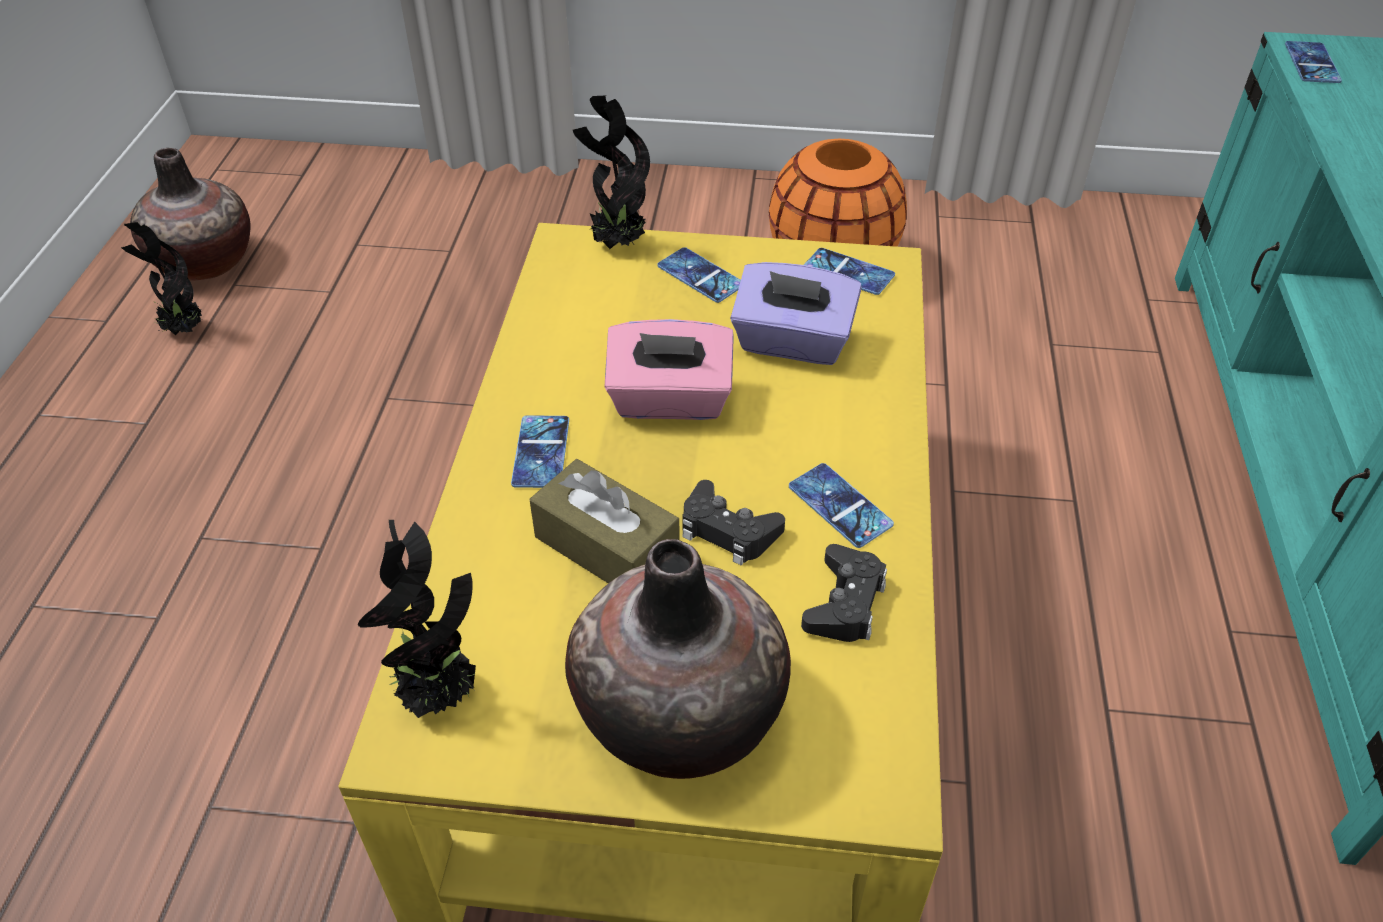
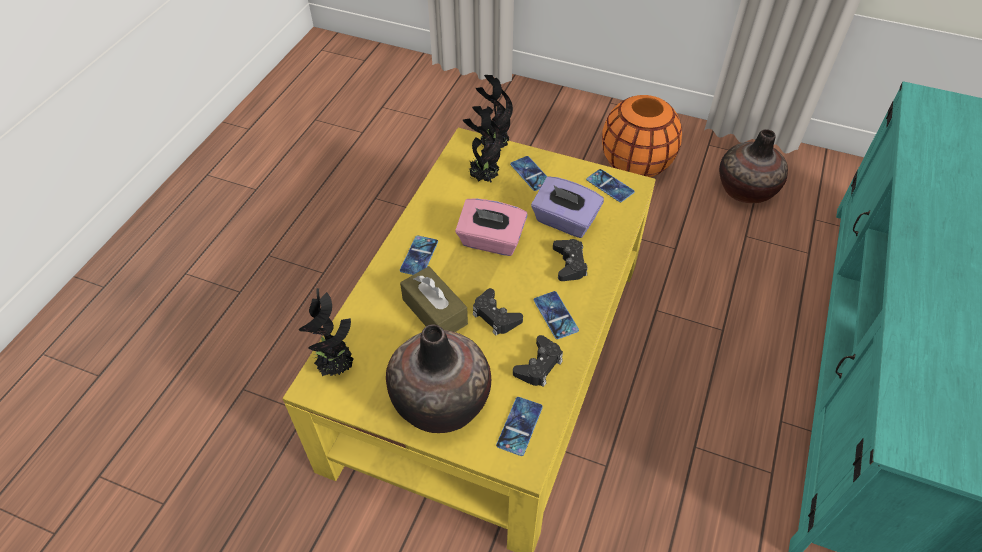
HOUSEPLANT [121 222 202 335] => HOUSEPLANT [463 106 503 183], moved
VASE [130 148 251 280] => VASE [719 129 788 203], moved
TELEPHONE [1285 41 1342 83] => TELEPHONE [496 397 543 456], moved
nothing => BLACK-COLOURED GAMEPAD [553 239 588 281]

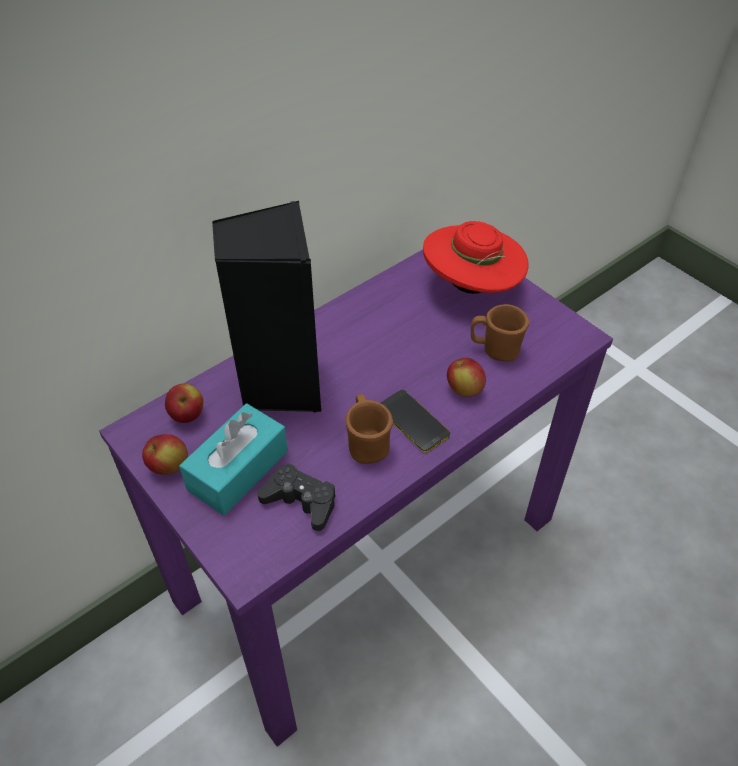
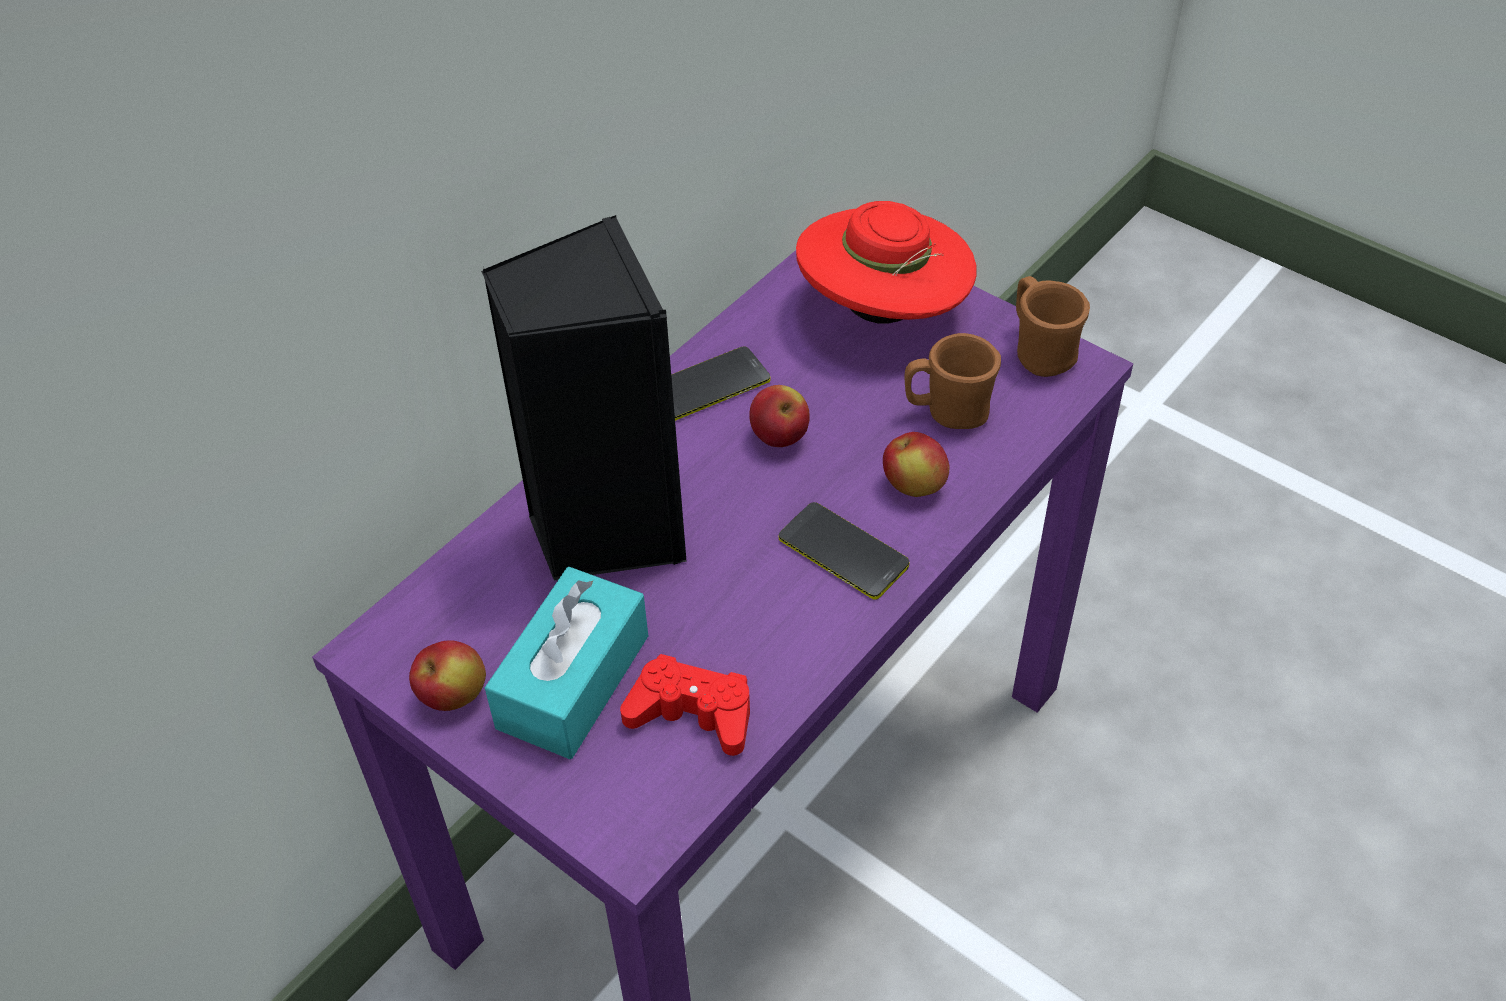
WHOLE APPLE [165 383 203 423] => WHOLE APPLE [749 385 810 447], moved
BLACK-COLOURED GAMEPAD [257 463 335 531] => REDDISH GAMEPAD [620 654 750 756]
BROWN-COLOURED TEA MUG [346 394 393 464] => BROWN-COLOURED TEA MUG [1016 276 1090 377], moved
nothing => TELEPHONE [671 346 770 421]

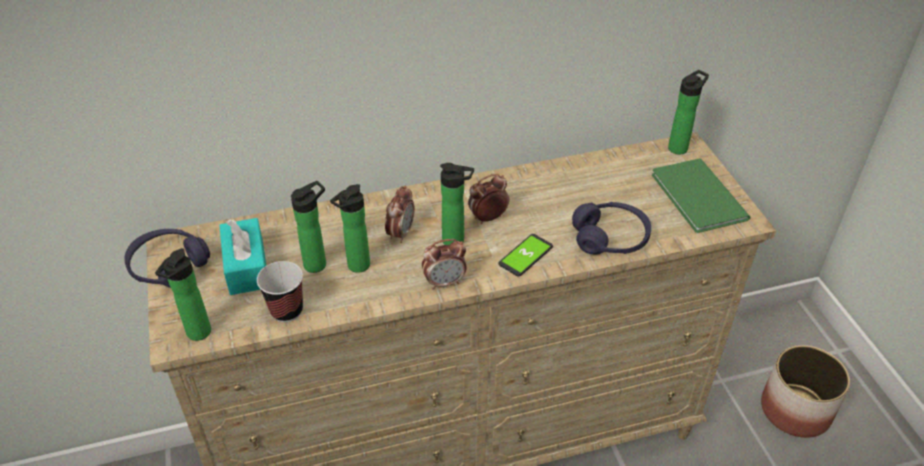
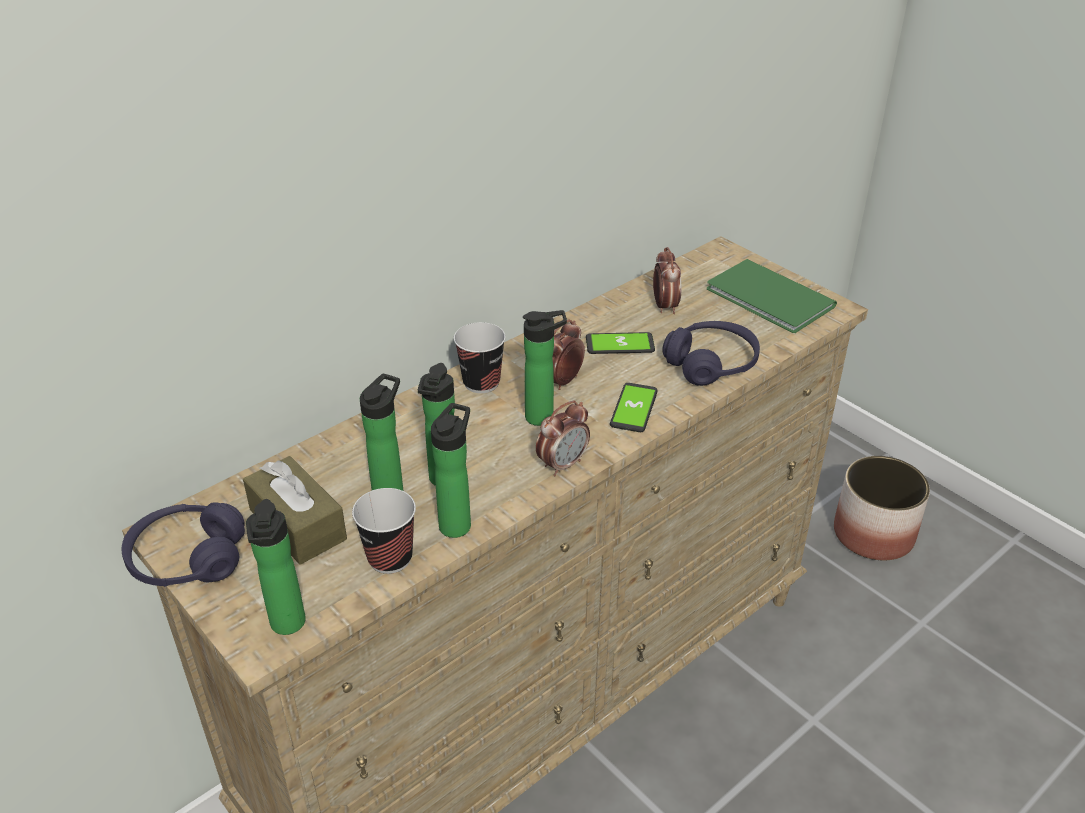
TURQUOISE-COLOURED TISSUE HOLDER [219 218 266 295] => BROWN-COLOURED TISSUE HOLDER [243 456 347 565]
TABLE CLOCK [385 185 415 243] => TABLE CLOCK [653 247 681 314], moved
BOTTLE [668 70 709 154] => BOTTLE [431 403 471 538], moved
nothing => SMALL CUP [454 322 506 393]
nothing => TELEPHONE [586 332 655 354]

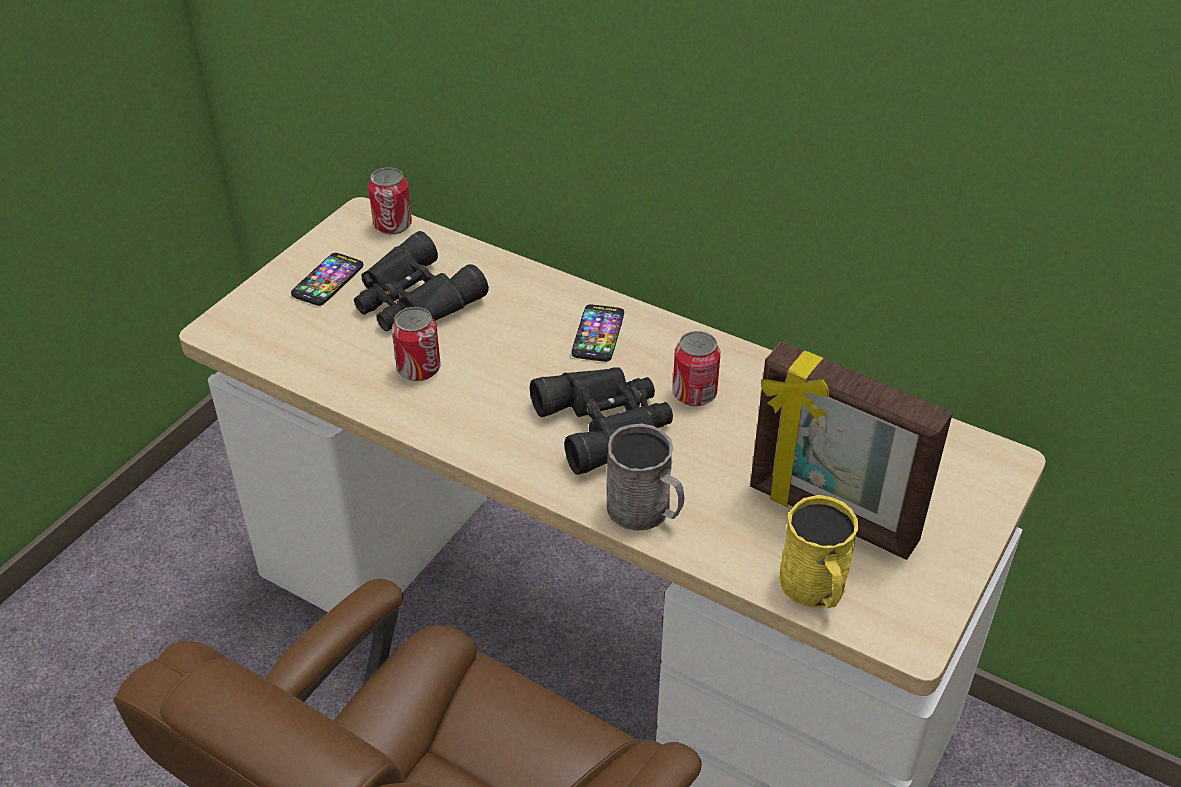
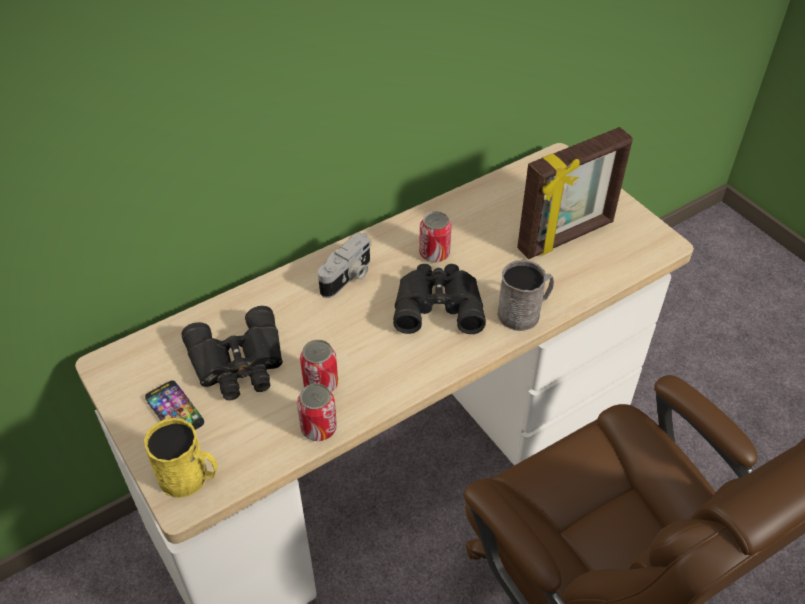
SEALED CAN [368 167 412 235] => SEALED CAN [297 383 337 441], moved
TELEPHONE [571 304 624 362] => STILL CAMERA [318 233 371 298]
YELLOW-COLOURED TEA MUG [779 495 858 608] => YELLOW-COLOURED TEA MUG [144 418 218 498], moved

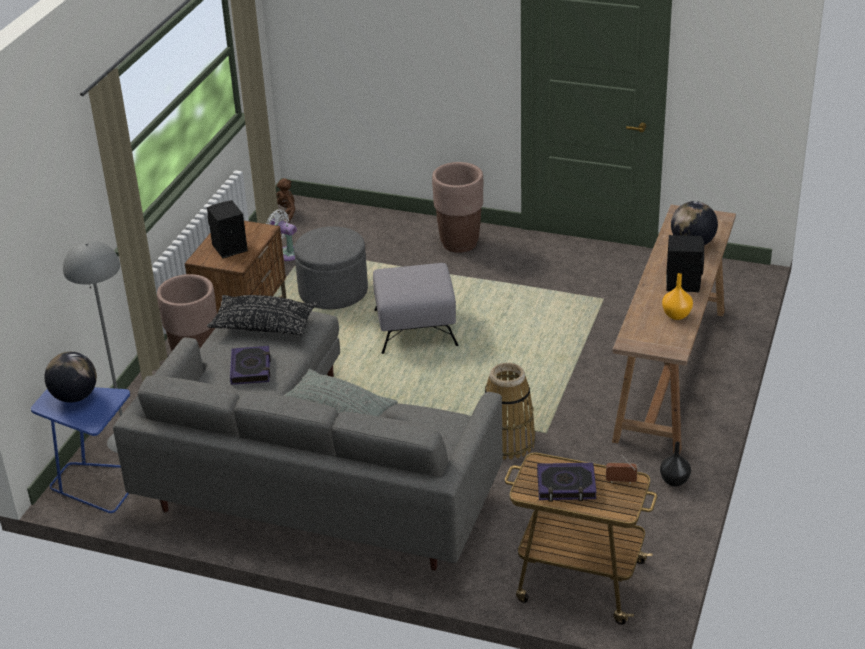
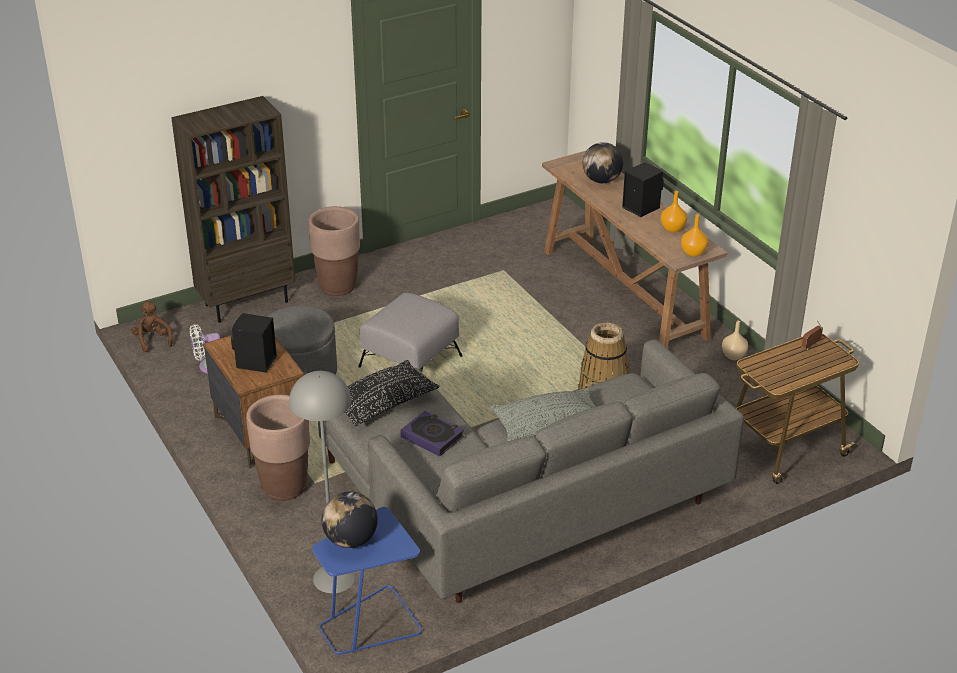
BOOK [537 463 597 502] => nothing
BLACK-COLOURED VASE [660 442 691 487] => BEIGE-COLOURED VASE [722 320 748 360]
nothing => BROWN-COLOURED BOOKSHELF [171 96 295 323]
nothing => ORANGEY VASE [681 214 708 257]

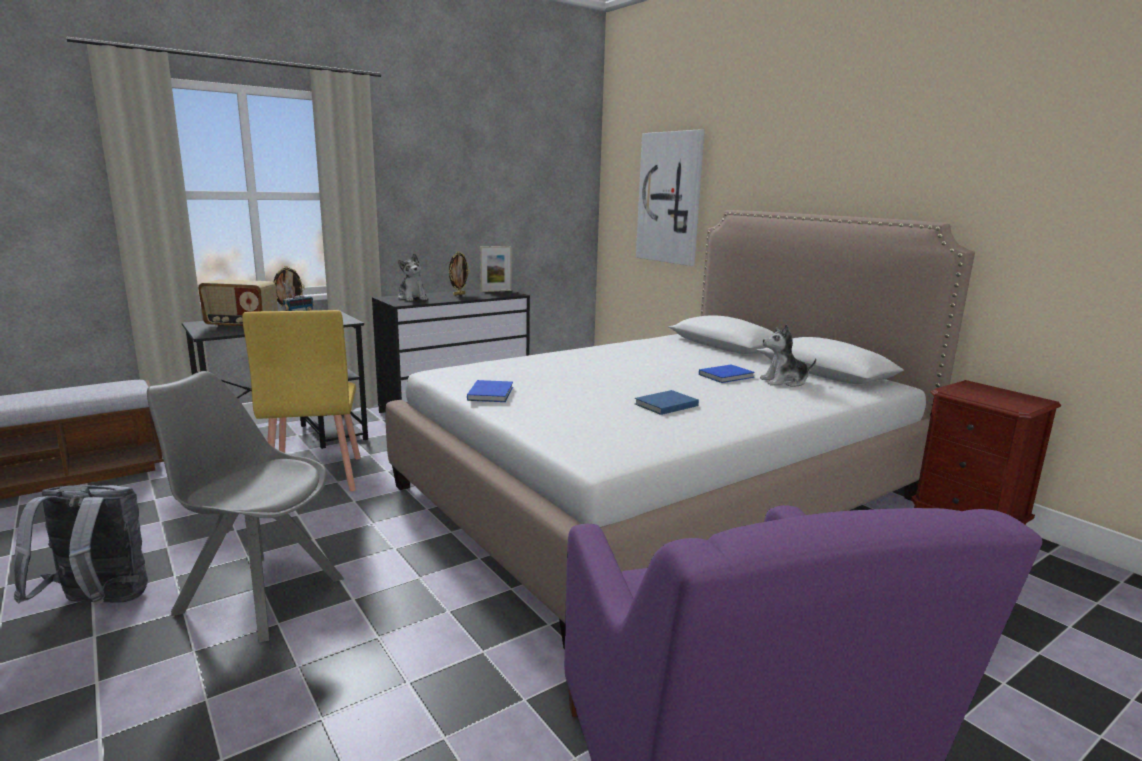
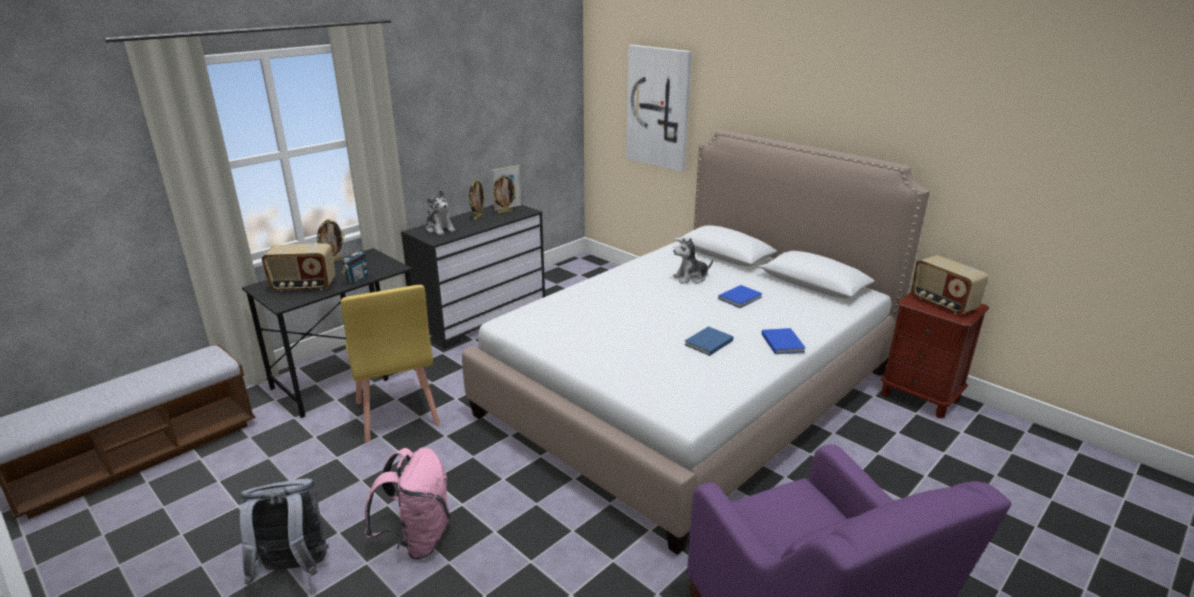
GREYISH UPRIGHT CHAIR [147 371 344 642] => PINK-COLOURED KNAPSACK [365 447 451 560]
BLUISH BOOK [467 380 513 402] => BLUISH BOOK [761 328 806 354], moved
PLUSH TOY [760 325 816 387] => PLUSH TOY [673 238 713 284], moved
nothing => PHOTO FRAME [492 174 517 214]
nothing => RADIO SET [911 255 989 314]

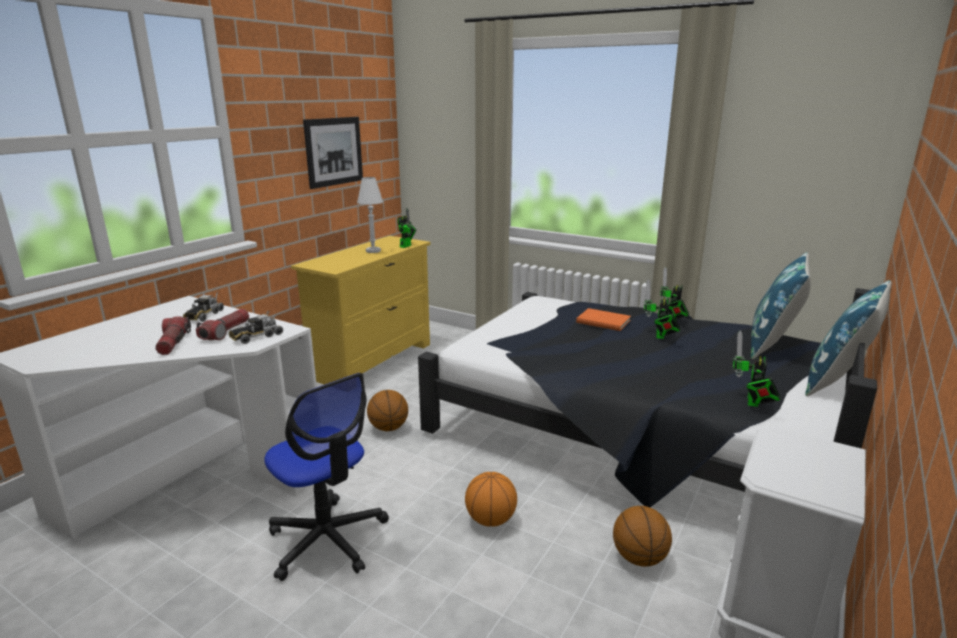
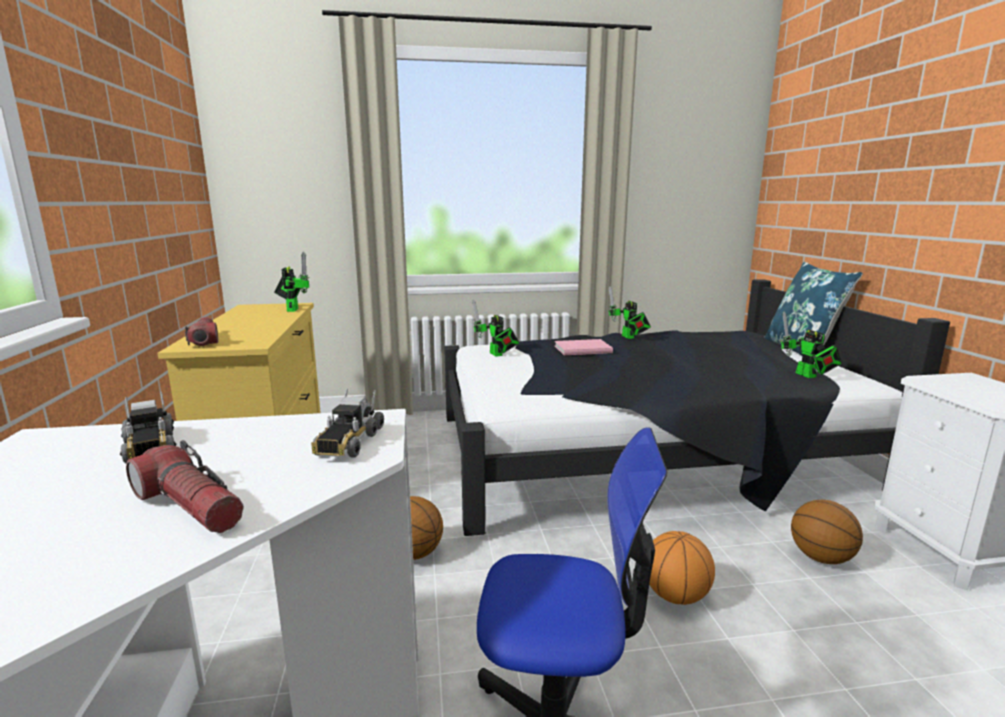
TORCH [196 309 249 340] => TORCH [185 317 218 346], moved
WALL ART [303 117 363 189] => nothing
WHITE TABLE LAMP [357 177 383 253] => nothing
ORANGEY BOOK [576 308 631 331] => PINK-COLOURED BOOK [555 339 613 355]
TOY ROBOT [644 279 680 339] => TOY ROBOT [472 299 519 357], moved
BLUISH CUSHION [751 252 811 359] => nothing

